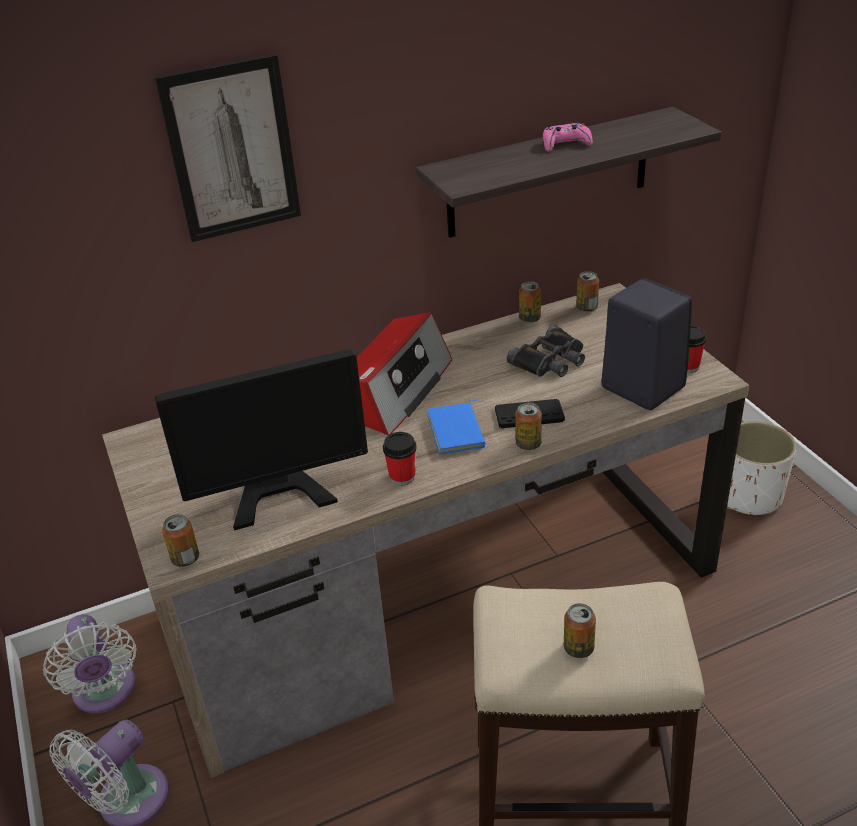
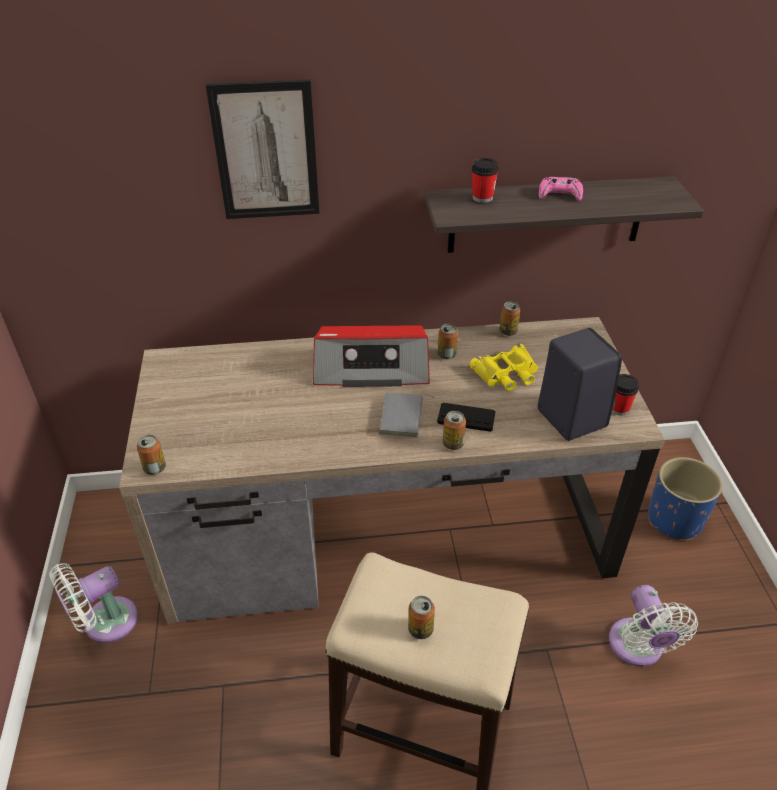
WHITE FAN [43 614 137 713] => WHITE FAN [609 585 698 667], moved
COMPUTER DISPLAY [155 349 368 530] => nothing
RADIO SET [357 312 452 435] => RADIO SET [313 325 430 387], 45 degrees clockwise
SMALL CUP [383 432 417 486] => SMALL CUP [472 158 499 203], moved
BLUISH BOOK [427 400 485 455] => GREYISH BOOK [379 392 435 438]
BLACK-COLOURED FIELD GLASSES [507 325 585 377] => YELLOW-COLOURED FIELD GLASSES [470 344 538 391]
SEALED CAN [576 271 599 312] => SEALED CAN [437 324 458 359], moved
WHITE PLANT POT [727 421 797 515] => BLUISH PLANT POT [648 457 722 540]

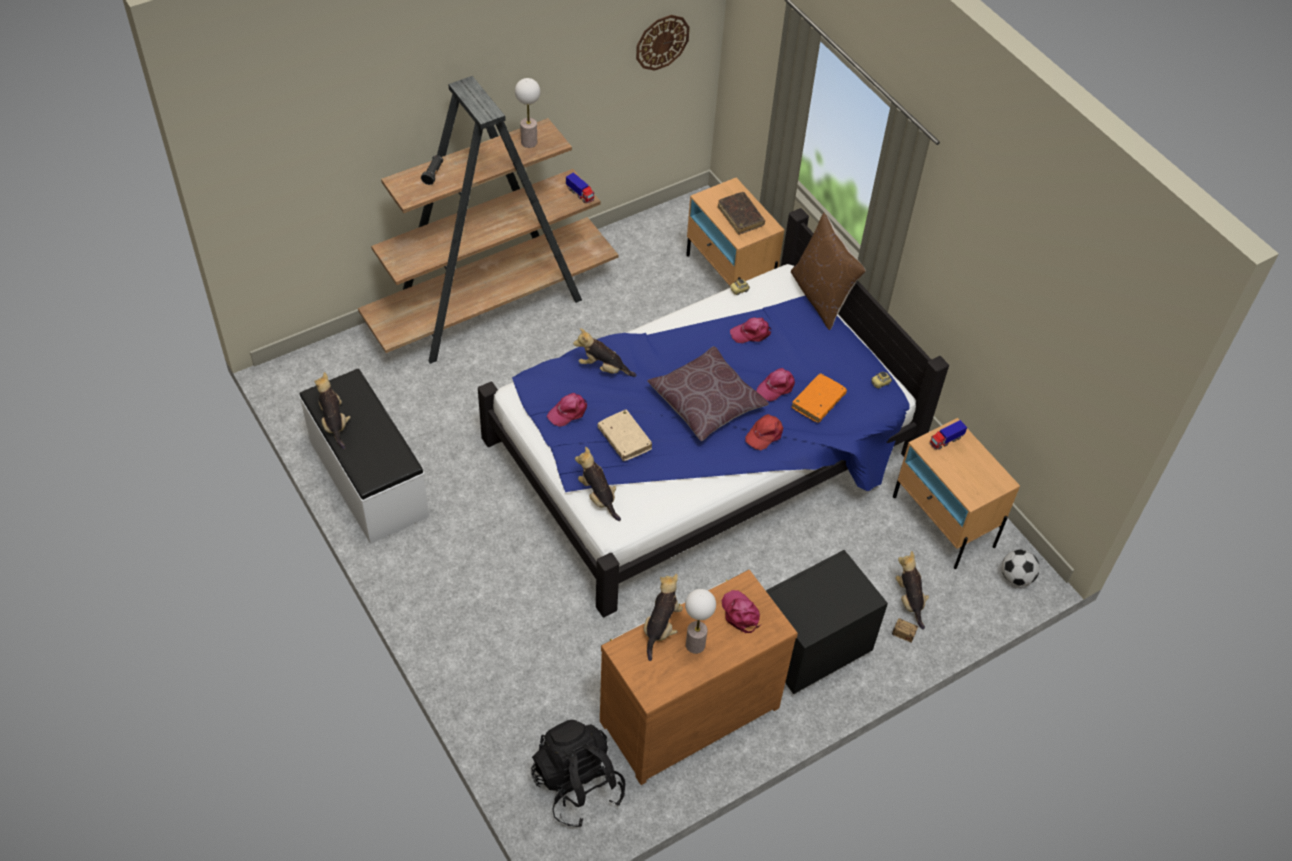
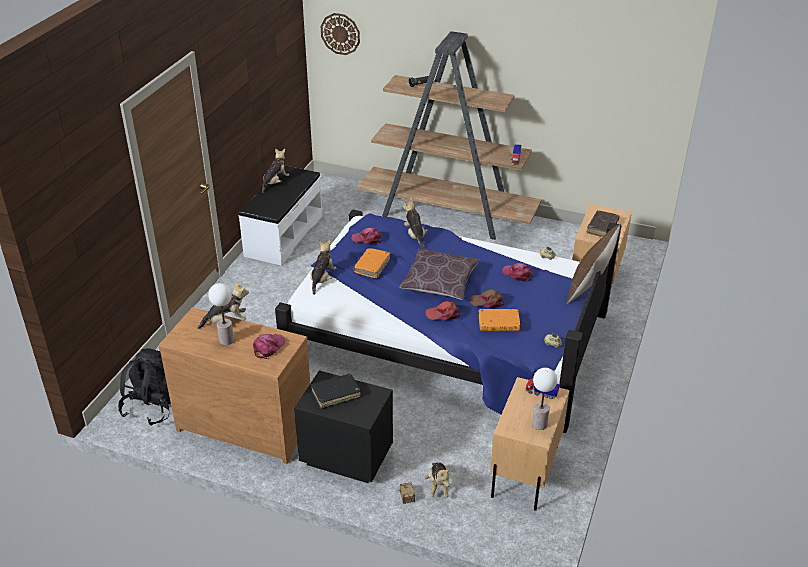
TABLE LAMP [515 78 540 148] => TABLE LAMP [532 368 557 430], moved
BEIGE-COLOURED BOOK [598 410 652 461] => ORANGEY BOOK [353 248 390 278]
WALL CLOCK [636 15 690 71] => WALL CLOCK [321 13 360 55], moved
PINK-COLOURED CAP [756 368 795 401] => BROWN-COLOURED CAP [470 289 504 308]
PLUSH TOY [896 551 929 630] => PLUSH TOY [424 463 450 498], 135 degrees clockwise
FOOTBALL BALL [1002 549 1040 586] => nothing
nothing => BLACK-COLOURED BOOK [311 374 361 409]

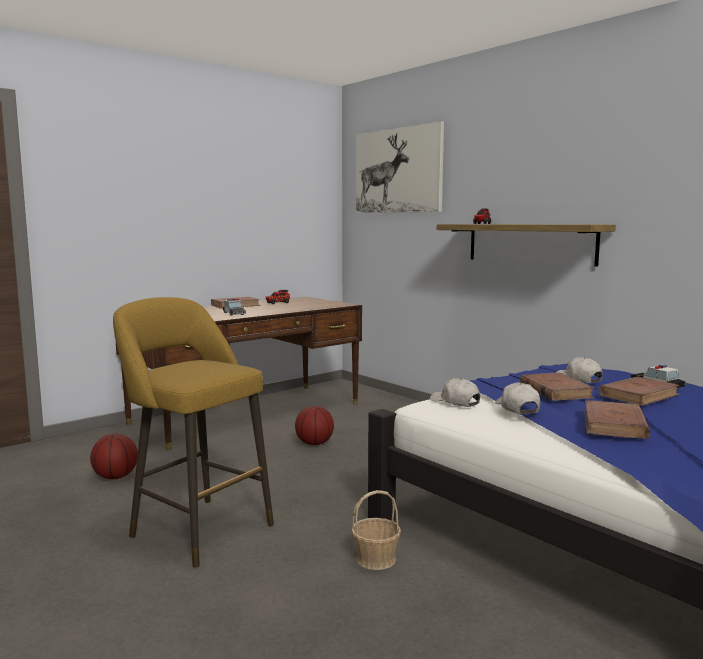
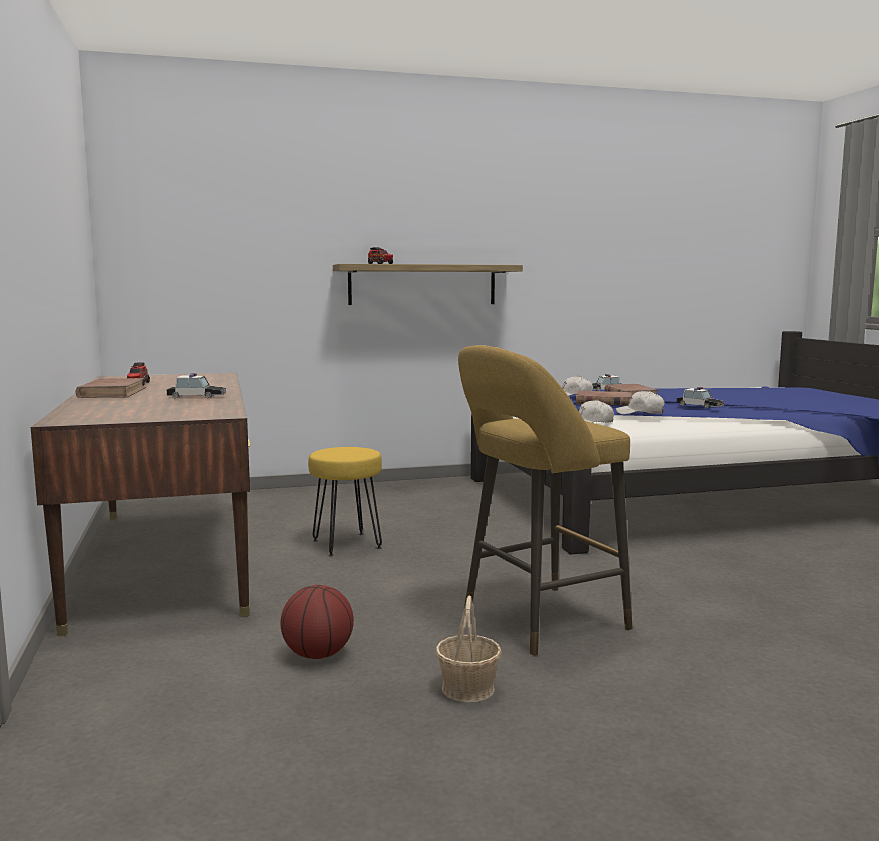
BASKETBALL [295 406 334 445] => YELLOW-COLOURED SITTING STOOL [308 447 382 556]
BASKET [351 490 401 570] => BASKET [435 595 502 703], moved
WALL ART [356 122 444 213] => nothing
BROWN-COLOURED BOOK [584 400 650 439] => MINIATURE CAR [676 387 724 408]

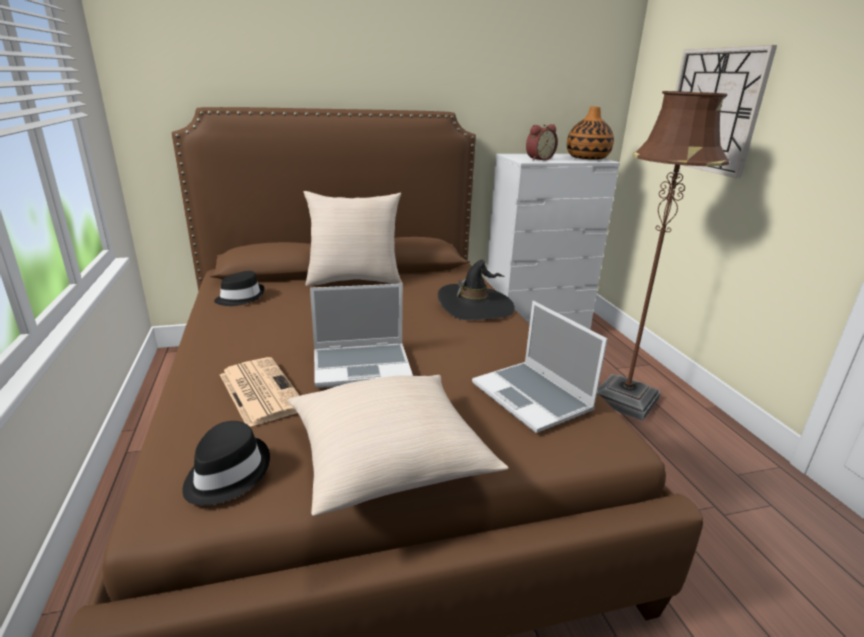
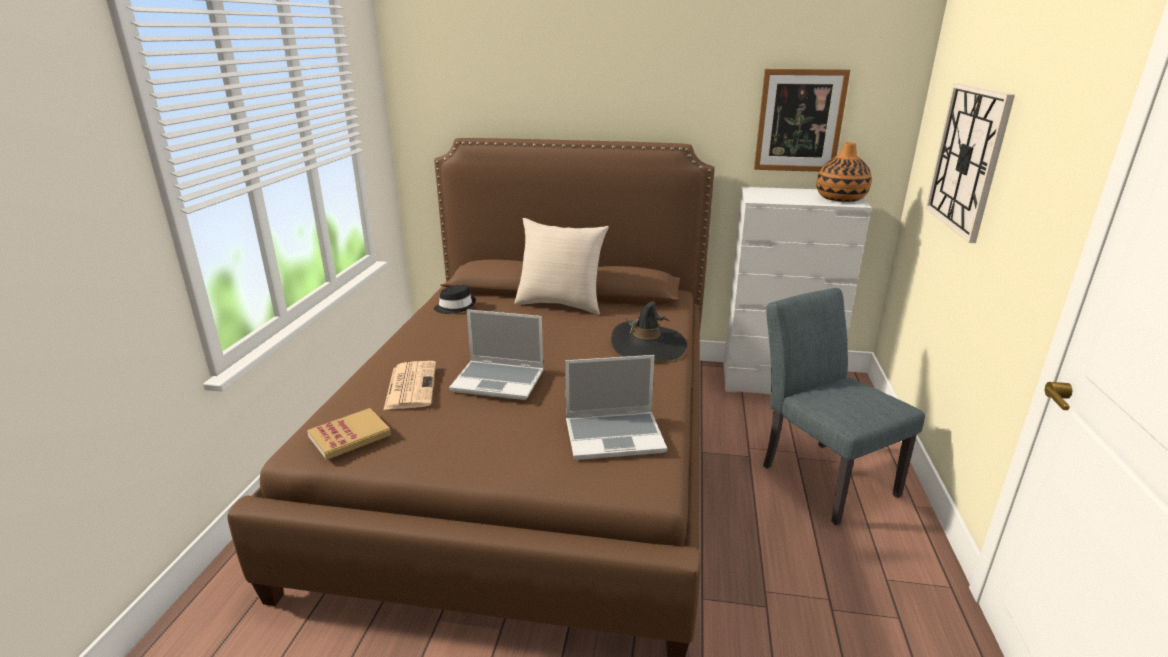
BLACK-COLOURED WEARABLE HAT [182 421 270 505] => BOOK [307 408 391 460]
BEIGE-COLOURED CUSHION [288 375 509 516] => nothing
PORTABLE COMPUTER [472 301 607 433] => PORTABLE COMPUTER [565 355 667 460], 90 degrees counterclockwise
TABLE CLOCK [526 124 558 161] => nothing
BROWN-COLOURED STANDING LAMP [597 91 729 421] => GREYISH UPRIGHT CHAIR [763 288 925 526]
nothing => WALL ART [754 69 850 172]

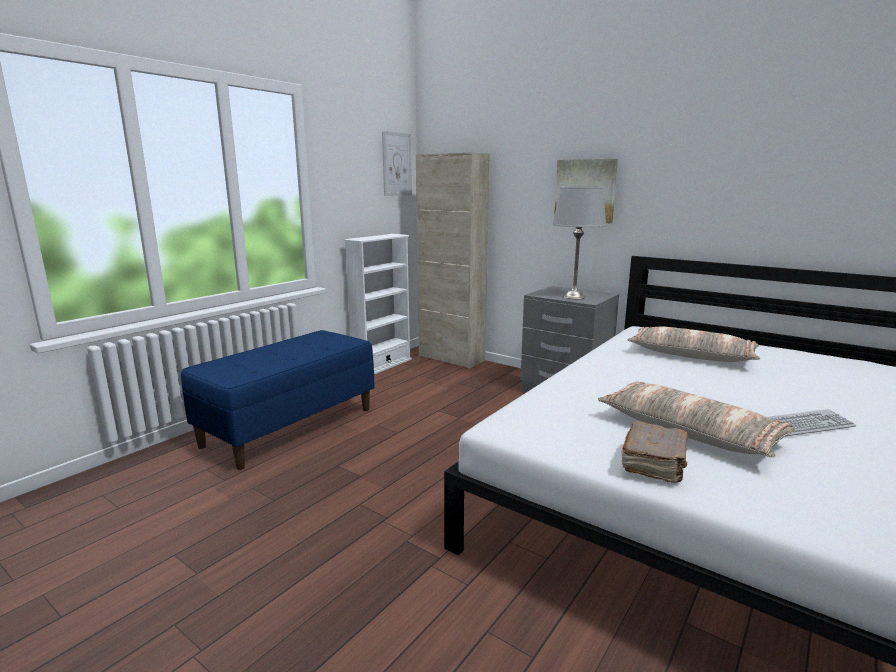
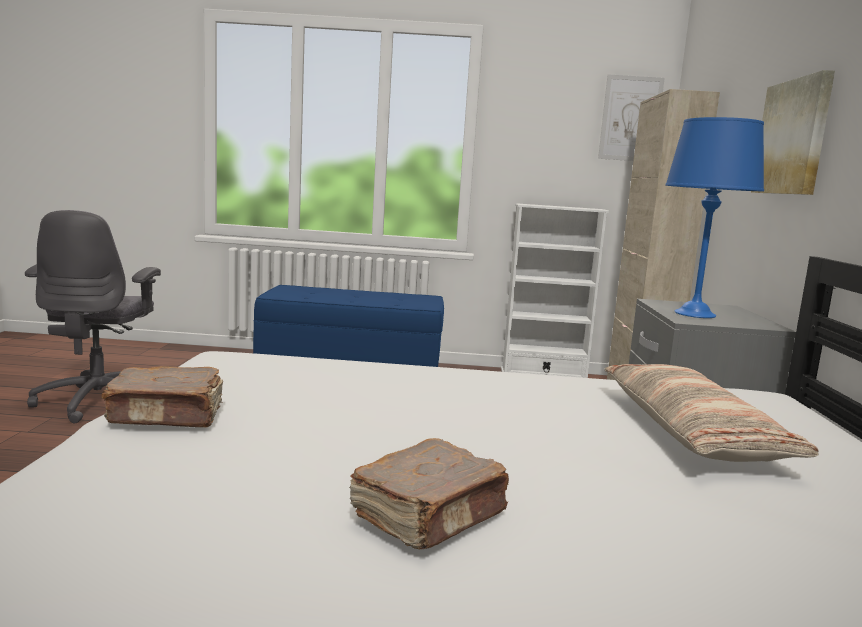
GREYISH TABLE LAMP [553 187 606 299] => BLUISH TABLE LAMP [665 117 764 318]
CUSHION [598 381 795 457] => nothing
COMPUTER KEYBOARD [767 409 856 437] => BROWN-COLOURED BOOK [349 438 509 549]
nothing => GREYISH COMPUTER CHAIR [25 210 161 423]

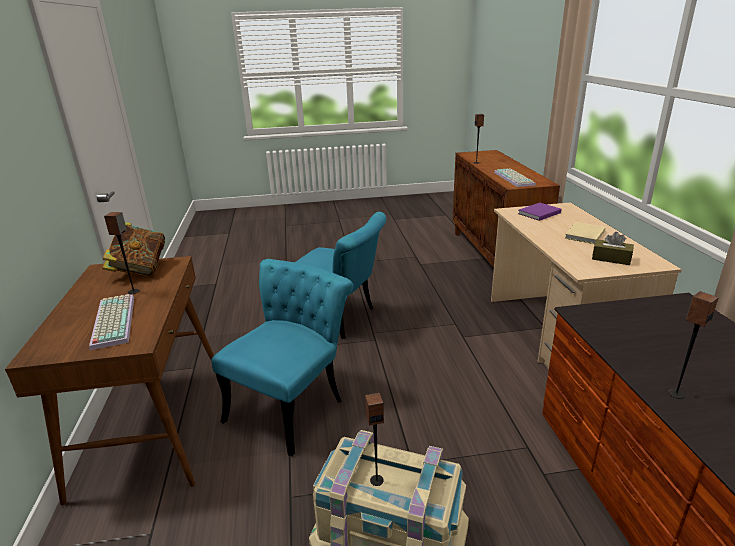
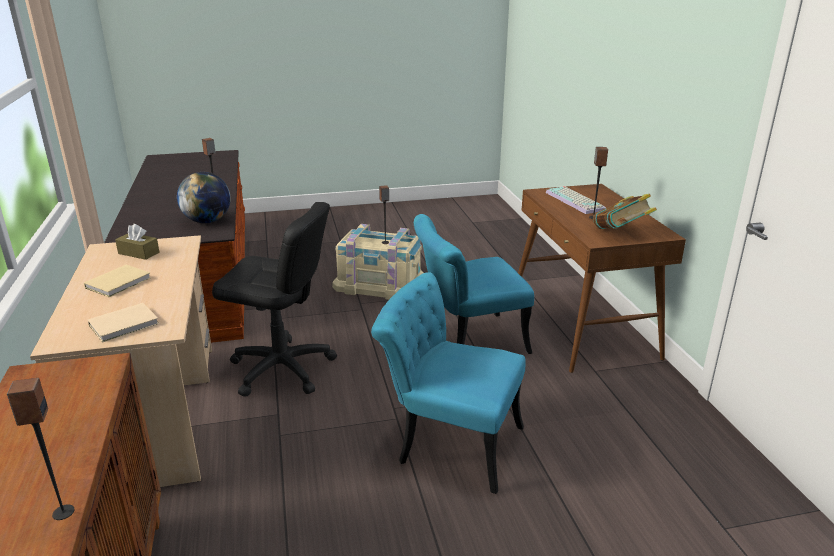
TURQUOISE-COLOURED UPRIGHT CHAIR [212 259 354 457] => TURQUOISE-COLOURED UPRIGHT CHAIR [414 214 534 354], 45 degrees clockwise
COMPUTER KEYBOARD [494 168 536 187] => nothing
PURPLE-COLOURED BOOK [518 203 562 221] => BEIGE-COLOURED BOOK [88 303 159 343]
nothing => DESK GLOBE [177 172 231 223]
nothing => BLACK-COLOURED COMPUTER CHAIR [212 202 337 396]

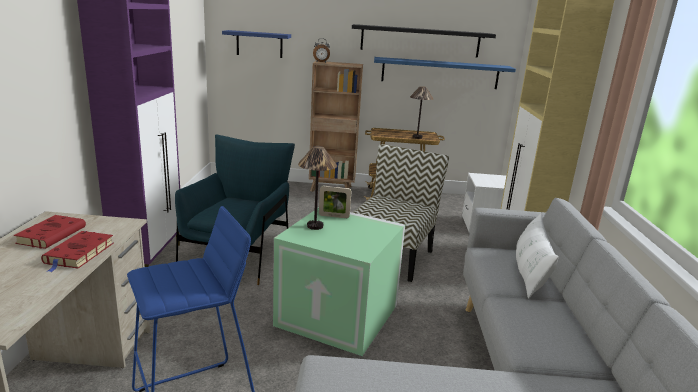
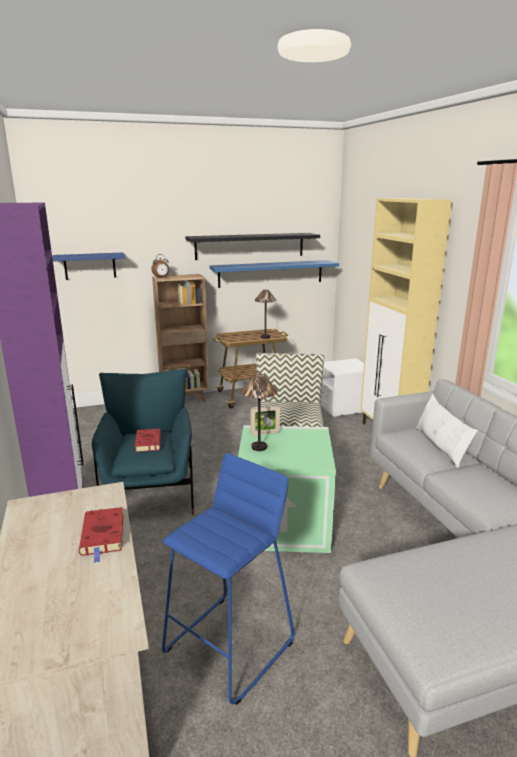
REDDISH BOOK [14 215 86 249] => REDDISH BOOK [135 429 161 452], moved

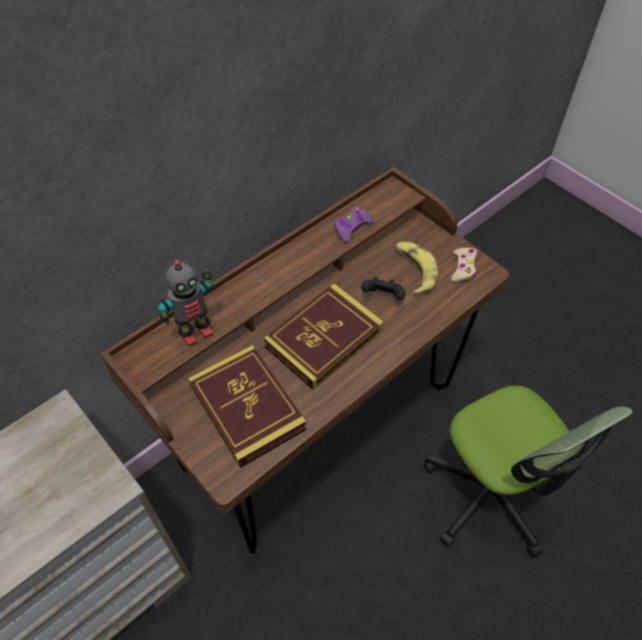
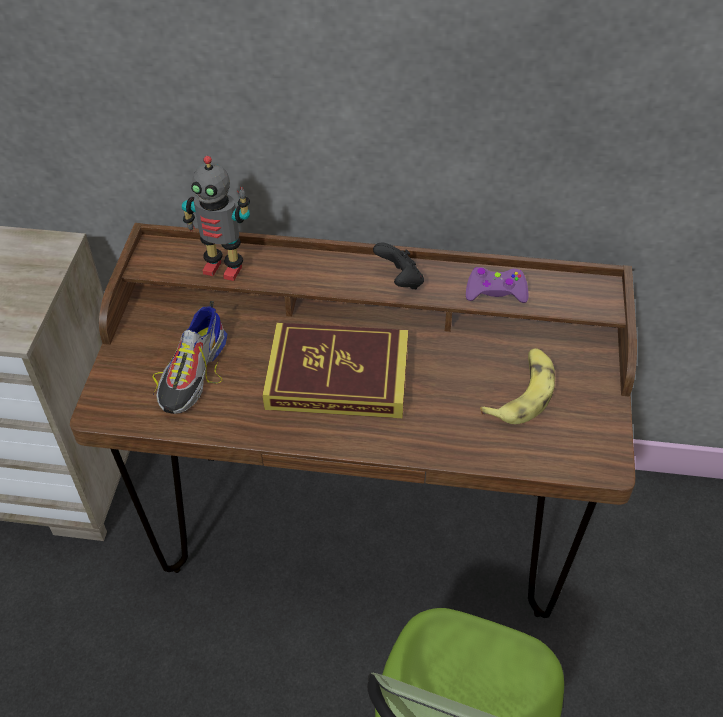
BOOK [188 345 306 468] => ITEM OF FOOTWEAR [153 301 227 414]
BLACK-COLOURED GAMEPAD [361 276 406 300] => BLACK-COLOURED GAMEPAD [373 243 424 290], moved
BEIGE-COLOURED GAMEPAD [451 248 478 282] => nothing

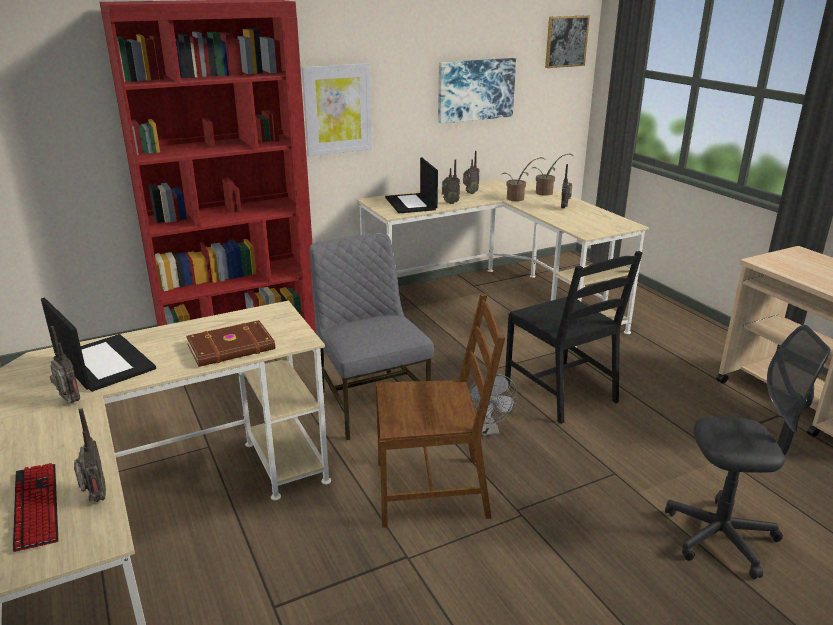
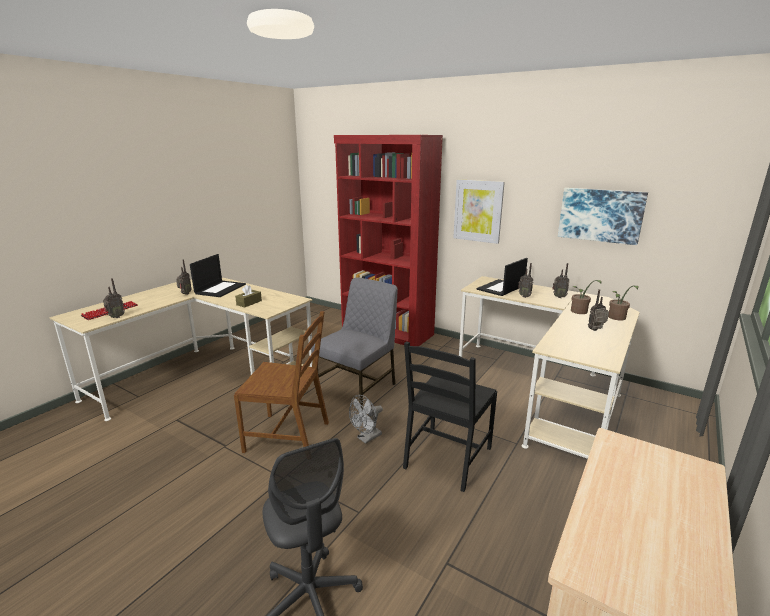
BROWN-COLOURED BOOK [186 320 275 367] => BROWN-COLOURED TISSUE HOLDER [235 285 262 307]
BROWN-COLOURED UPRIGHT CHAIR [376 294 505 528] => BROWN-COLOURED UPRIGHT CHAIR [234 311 329 453], 45 degrees counterclockwise
WALL ART [545 15 590 68] => nothing

